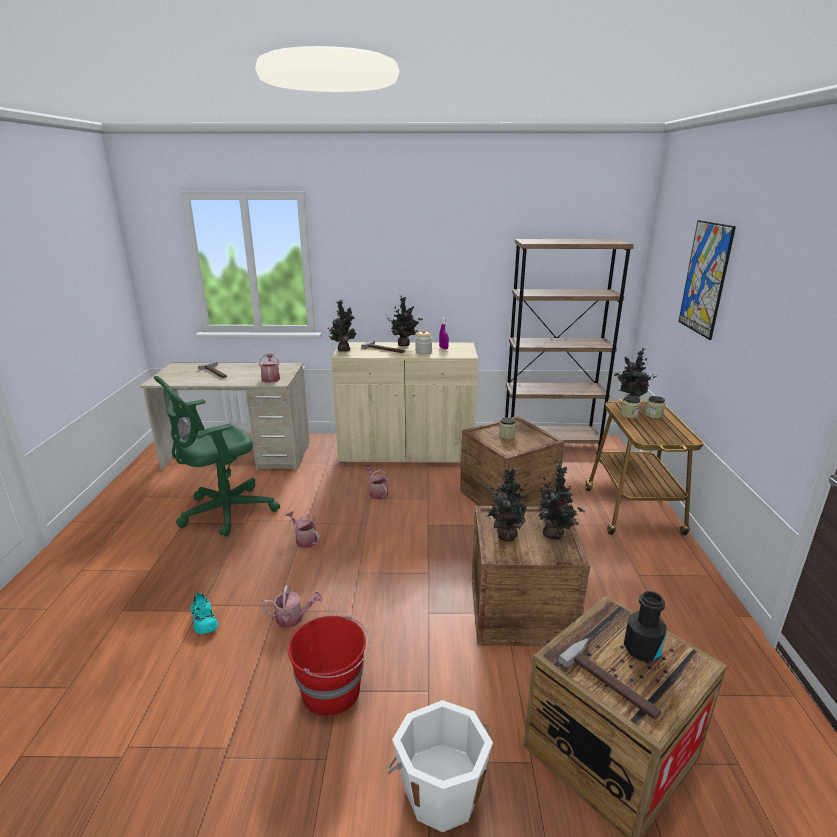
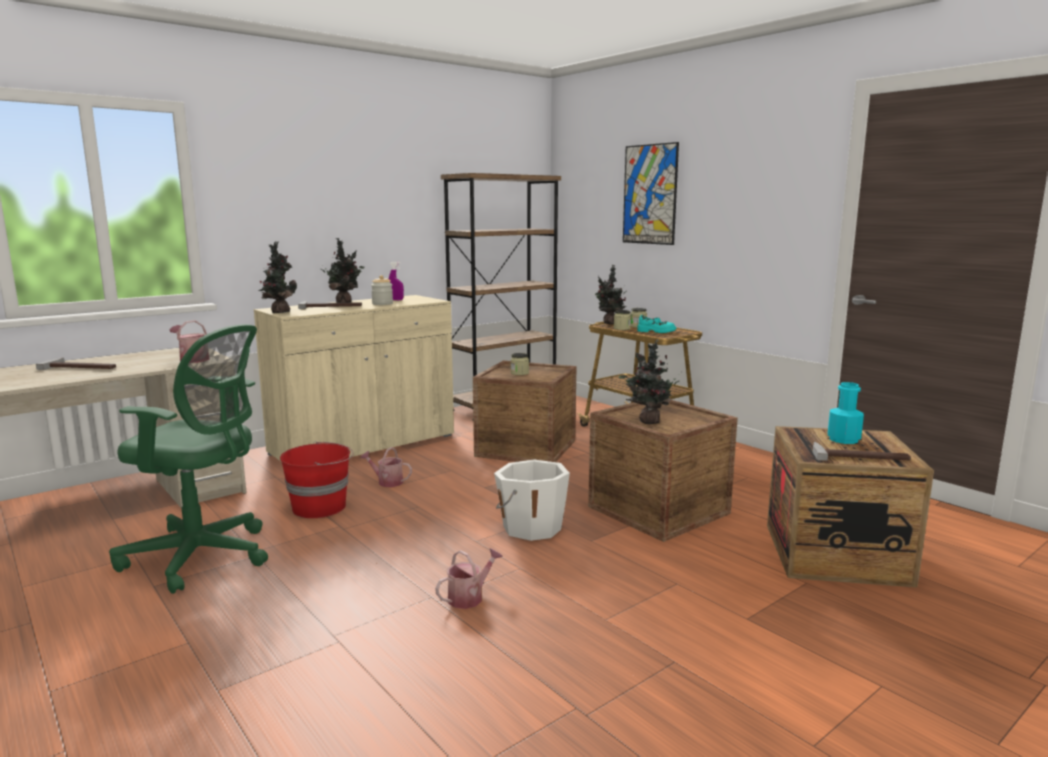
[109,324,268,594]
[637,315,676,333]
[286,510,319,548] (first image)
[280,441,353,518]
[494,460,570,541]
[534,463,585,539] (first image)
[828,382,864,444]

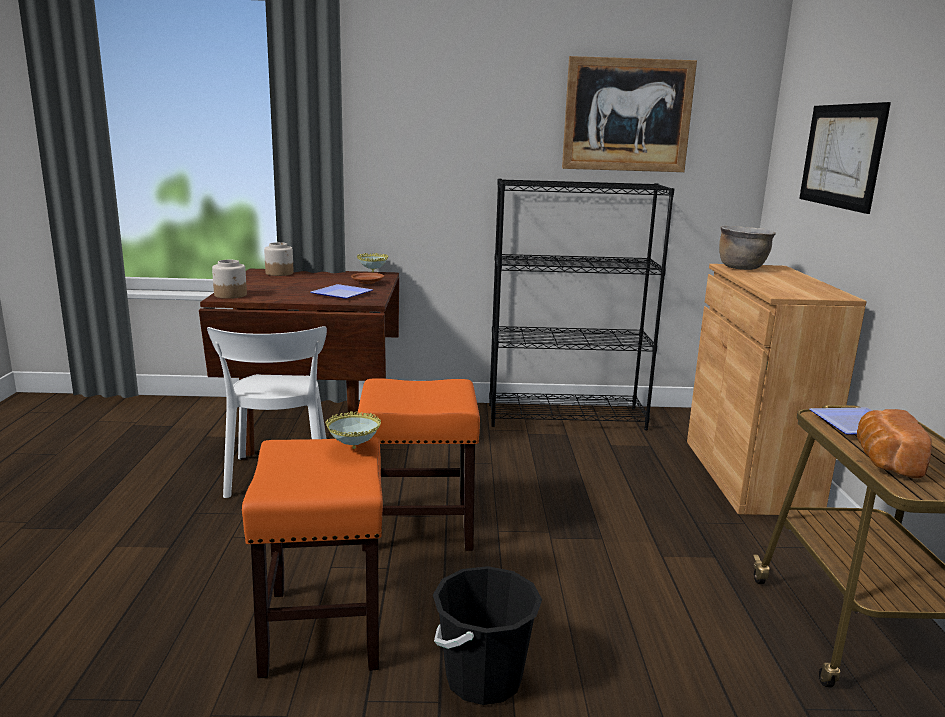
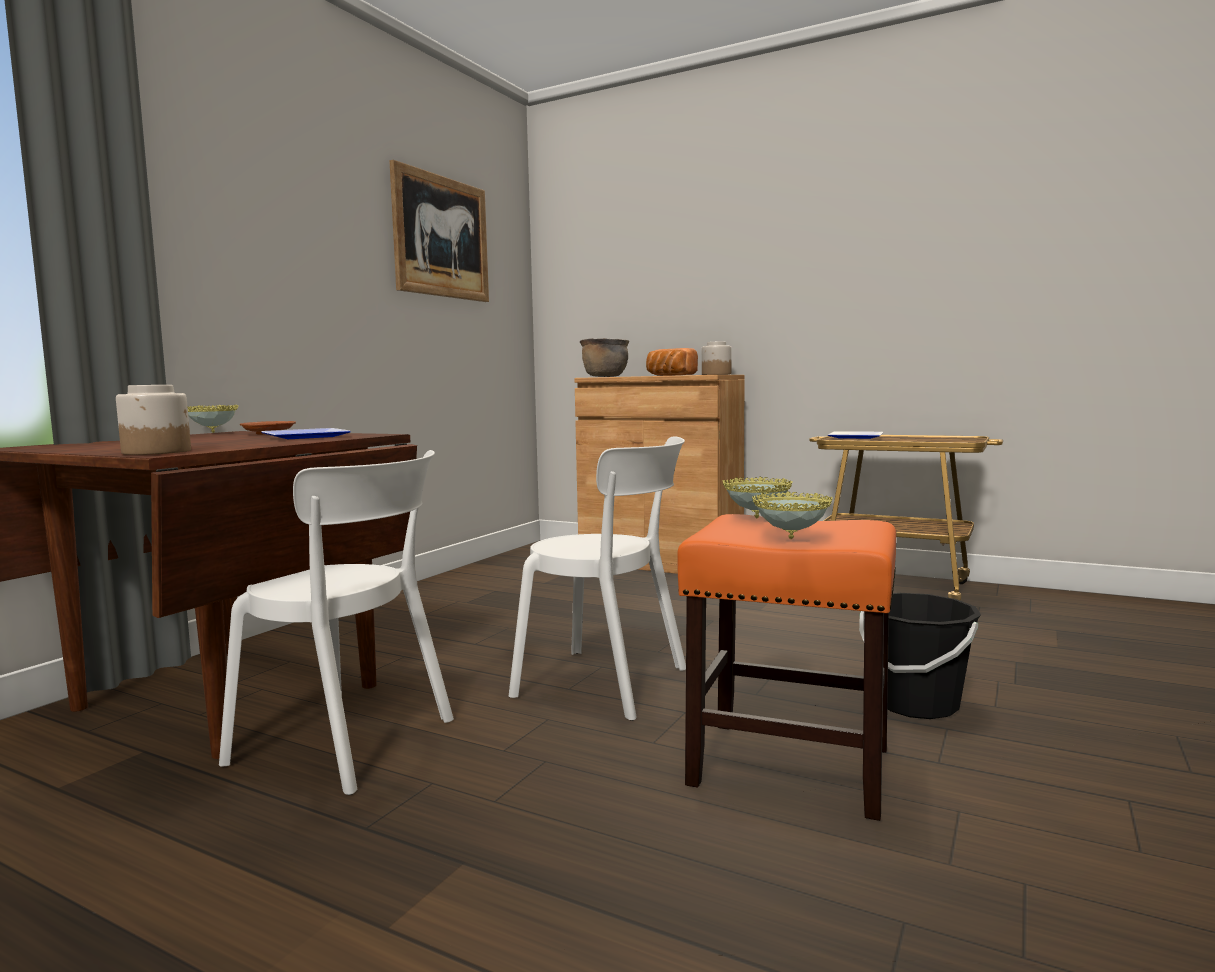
[702,342,731,375]
[509,436,686,721]
[489,179,675,430] (first image)
[799,102,891,214] (first image)
[646,348,698,376]
[752,491,833,539]

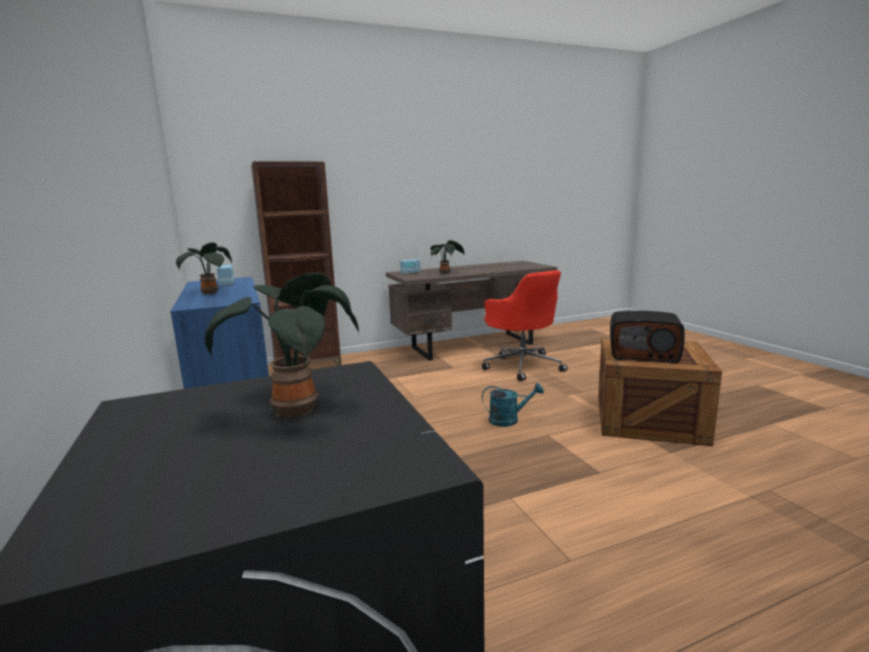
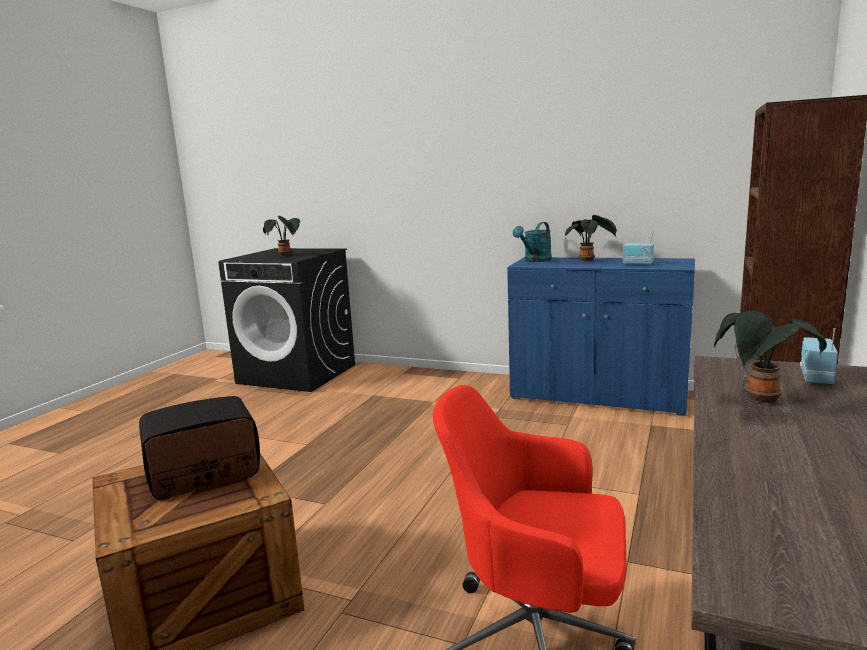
[513,222,552,262]

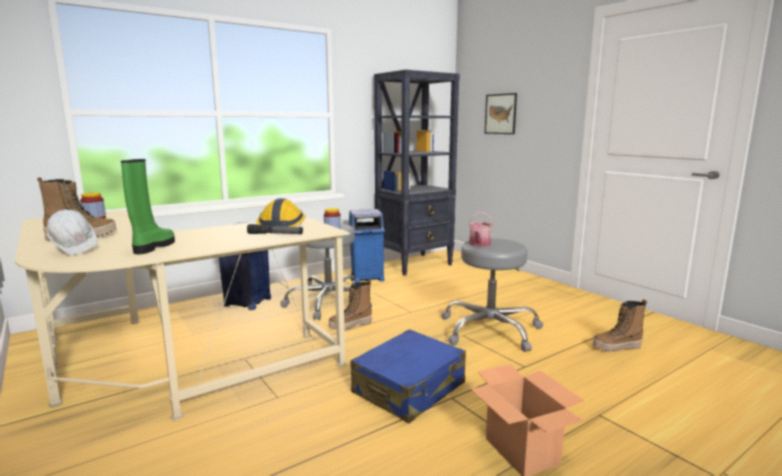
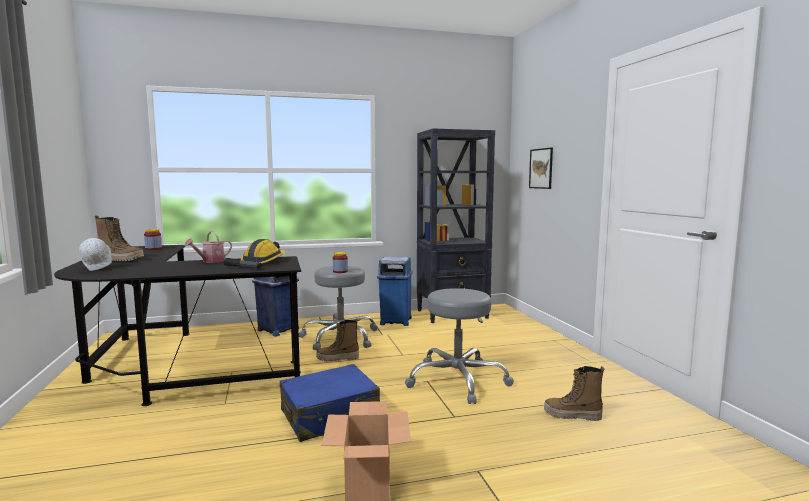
[54,245,301,406]
[121,159,175,254] (first image)
[184,231,232,263]

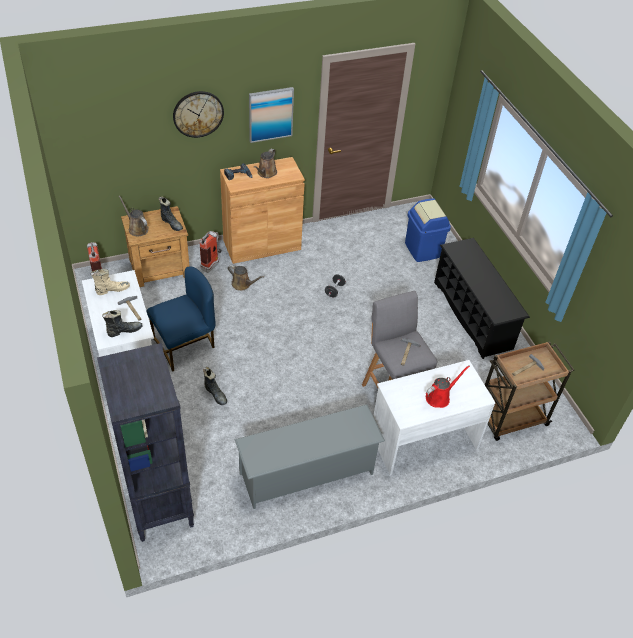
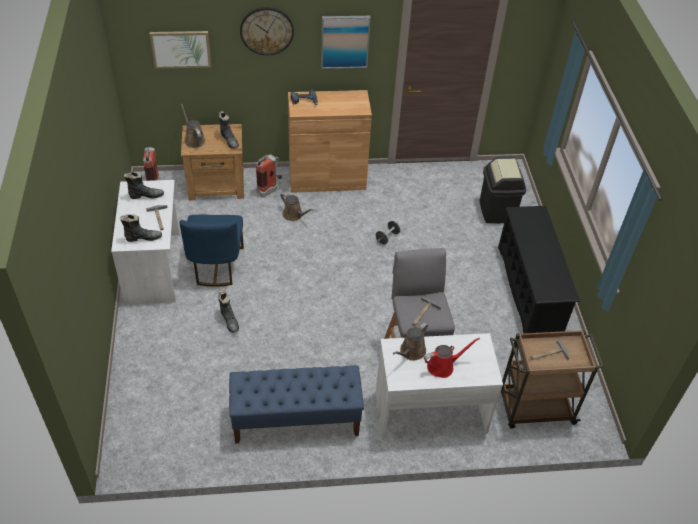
[124,172,164,199]
[97,343,194,542] (first image)
[179,215,244,287]
[229,365,364,444]
[393,323,428,361]
[480,157,526,223]
[150,31,211,69]

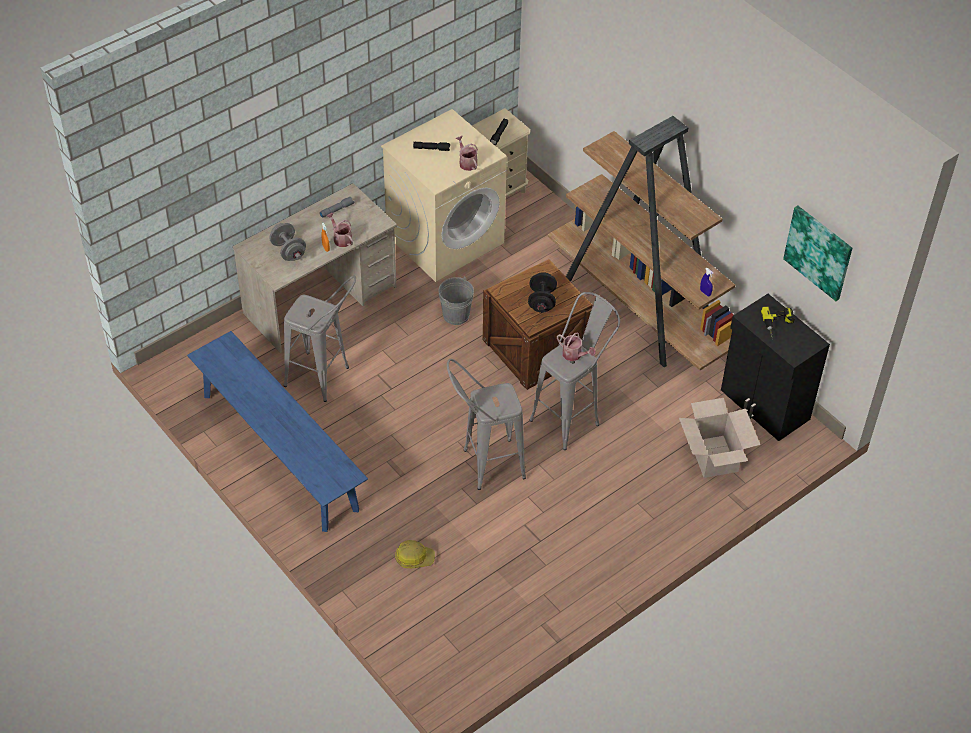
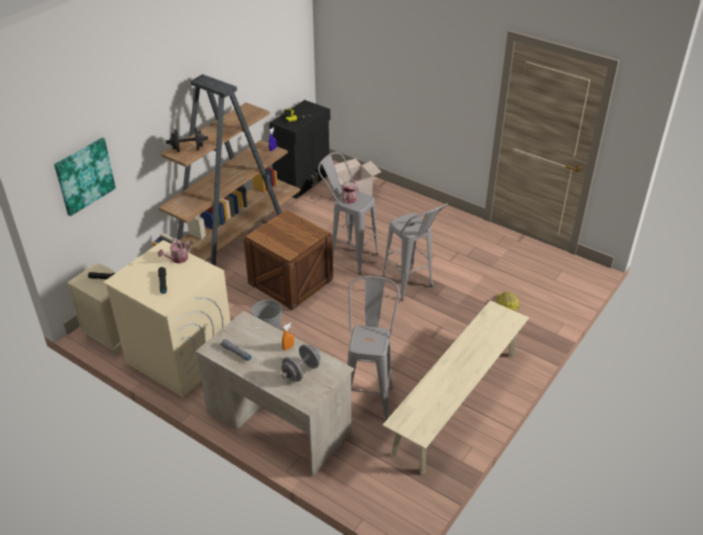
[383,300,529,474]
[327,212,353,247] (first image)
[166,128,208,152]
[54,138,116,216]

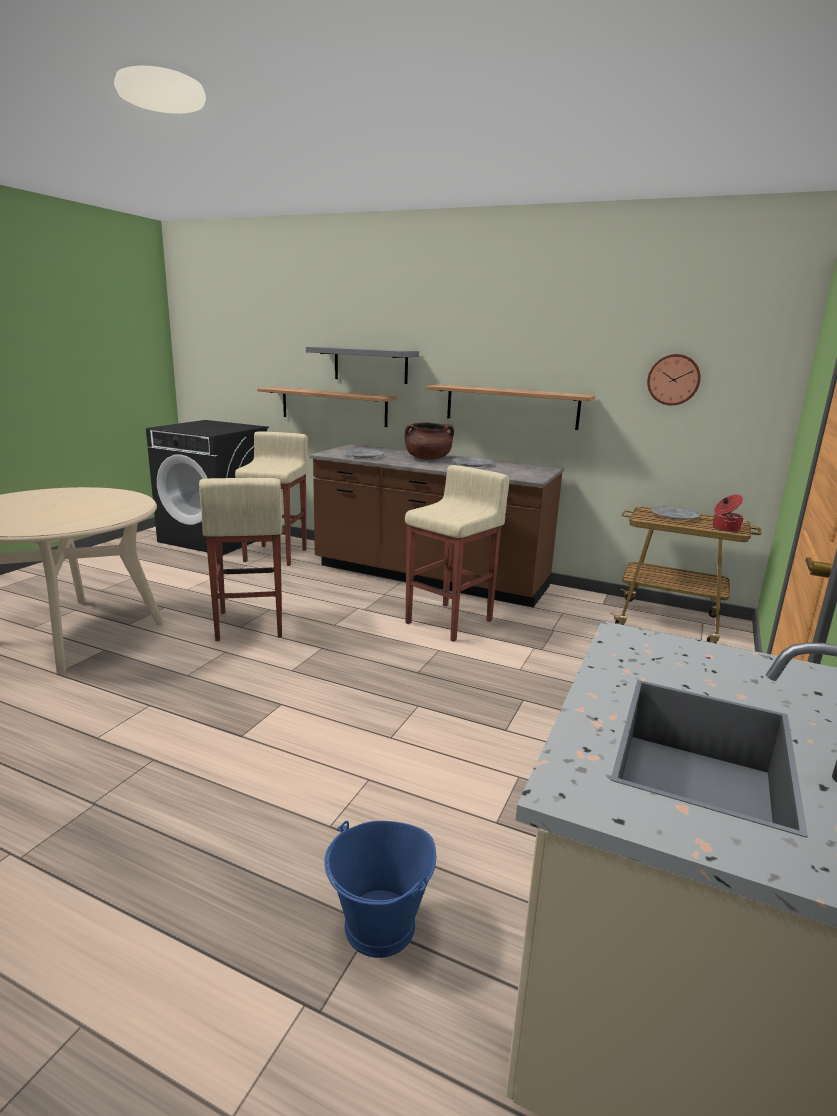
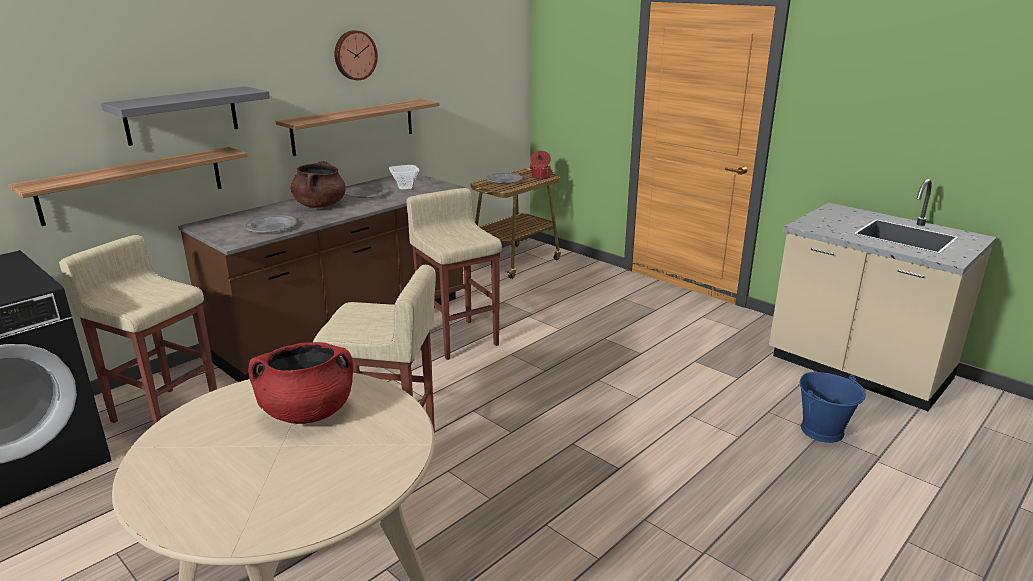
[334,30,378,80]
[248,342,353,424]
[389,165,419,191]

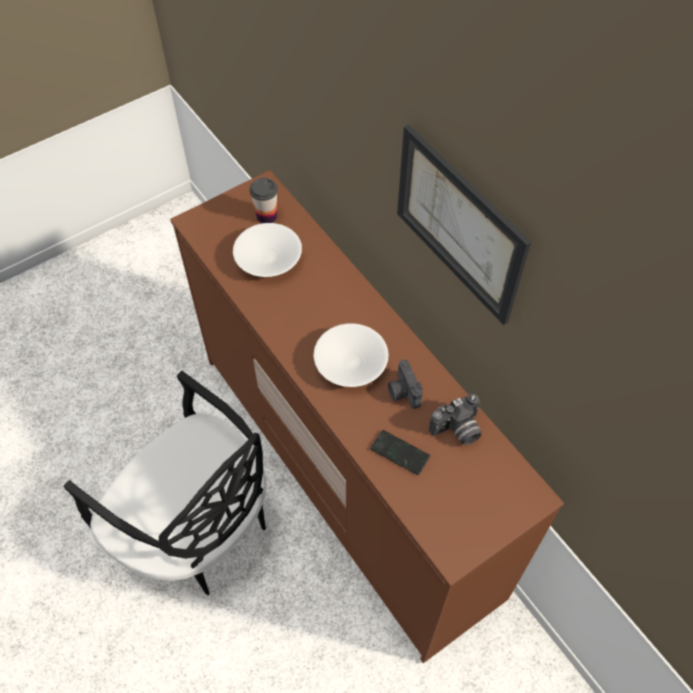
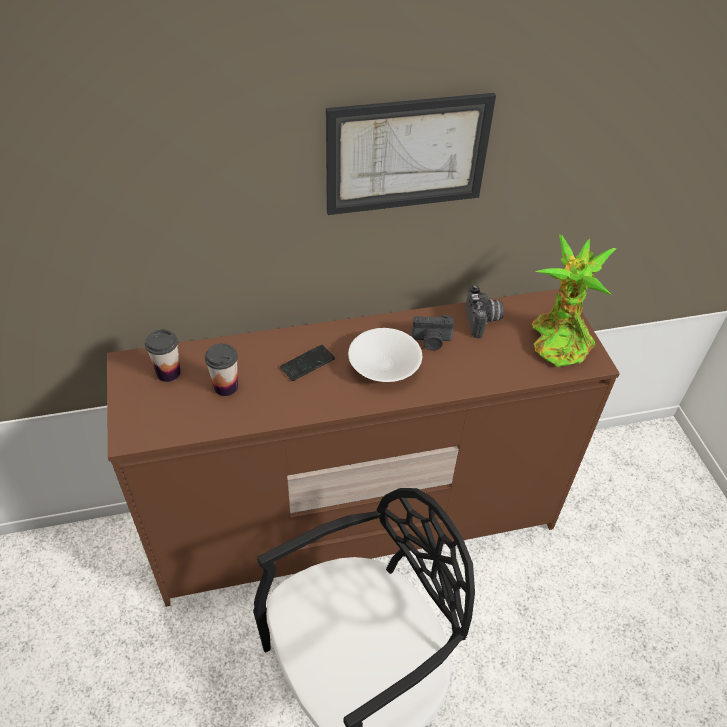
[205,343,238,396]
[280,345,335,381]
[532,235,617,367]

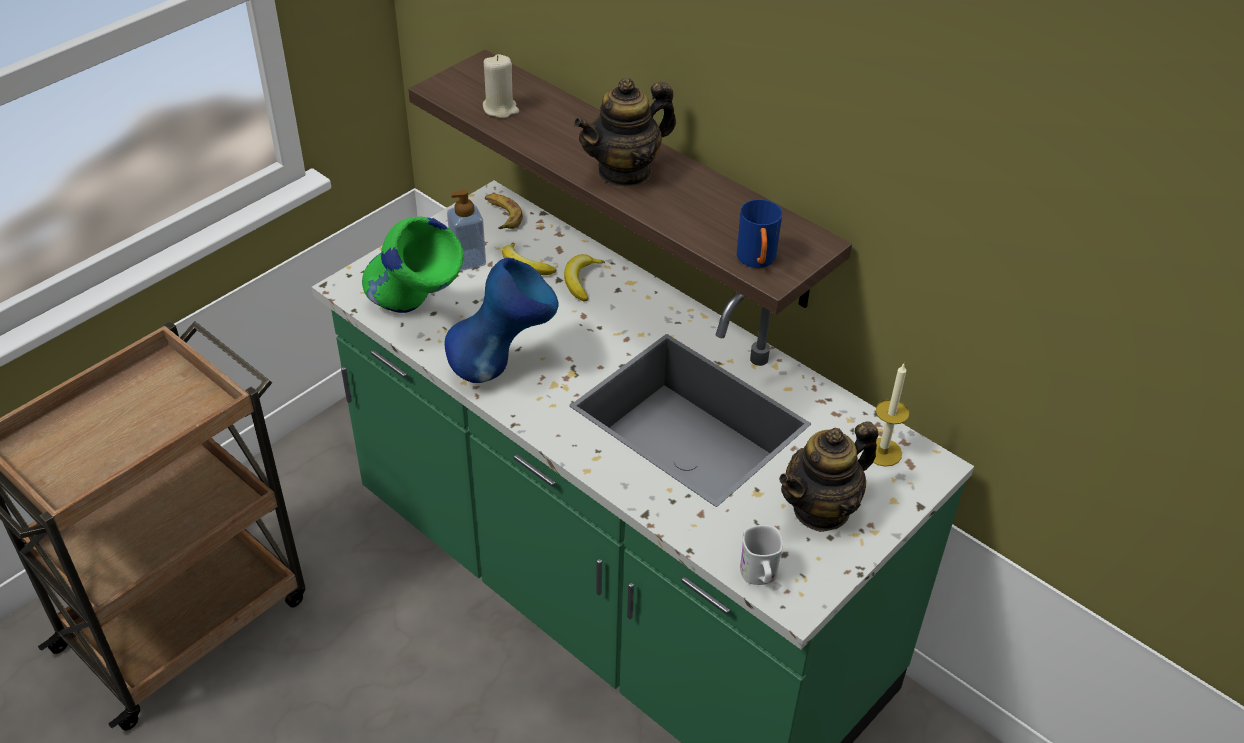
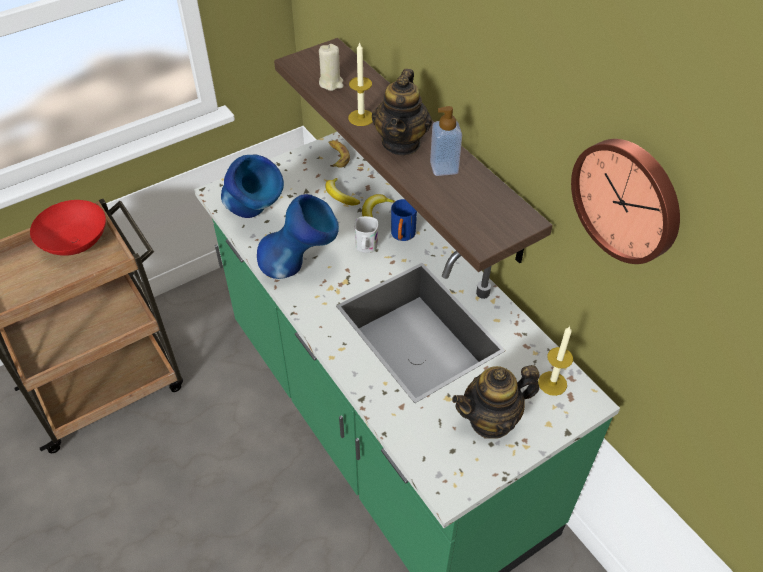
[221,155,284,218]
[430,106,462,176]
[372,69,432,156]
[391,199,417,241]
[354,216,378,253]
[30,200,106,256]
[348,42,373,126]
[571,139,680,264]

